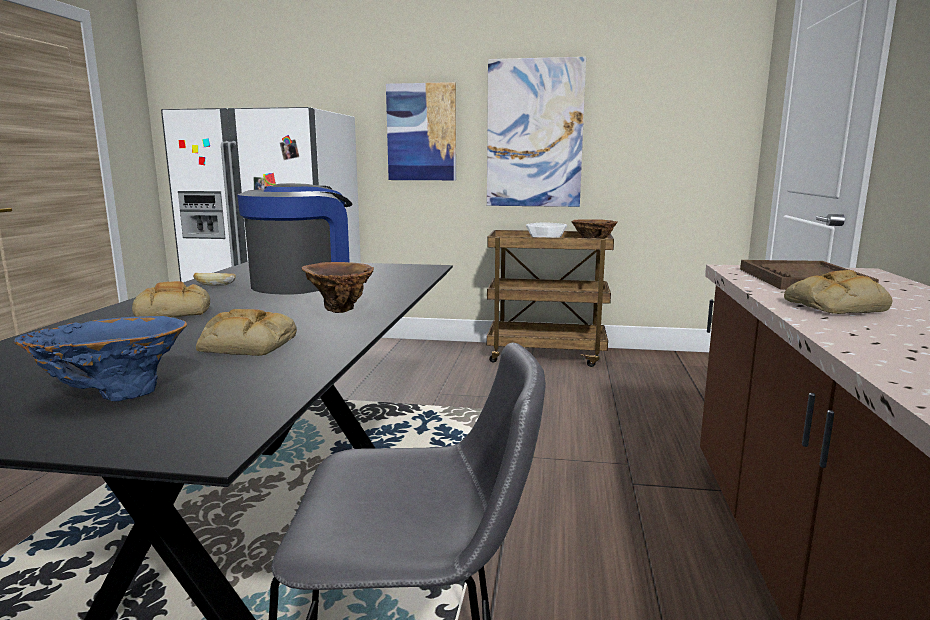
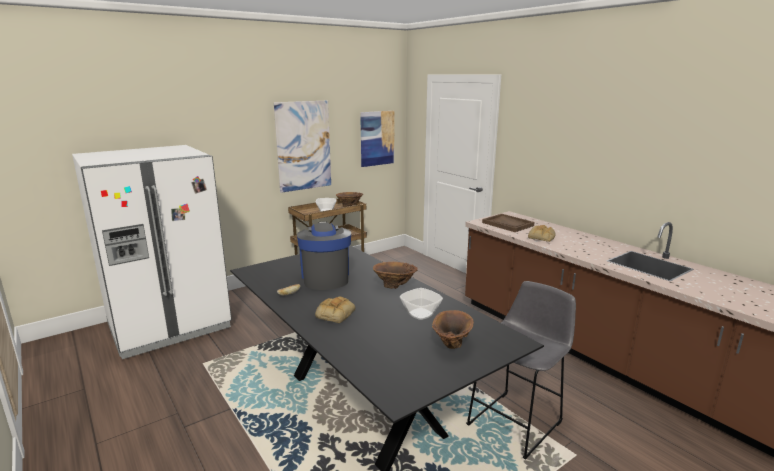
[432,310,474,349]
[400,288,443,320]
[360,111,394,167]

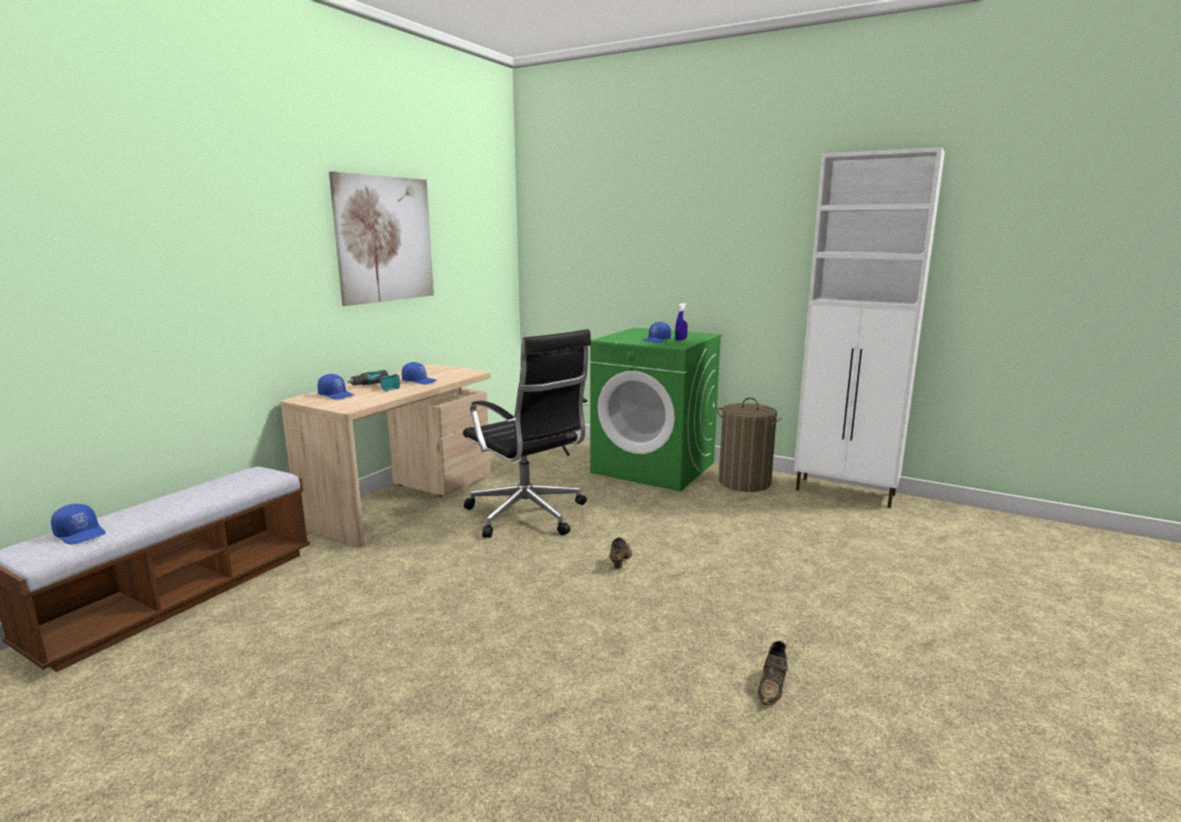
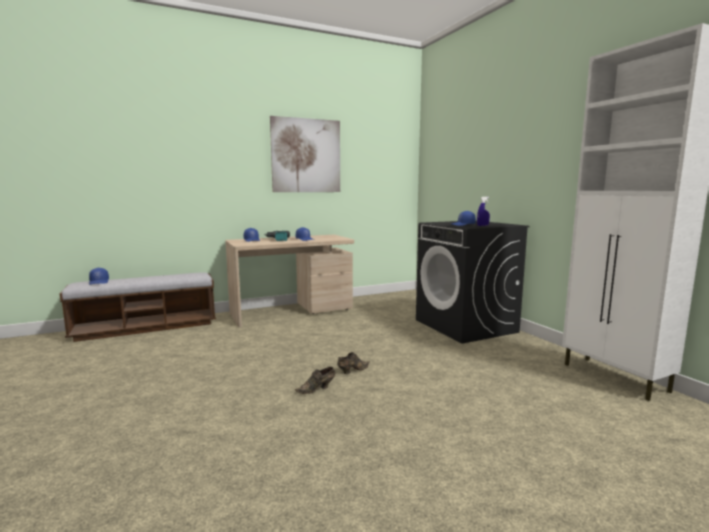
[463,329,591,538] (first image)
[416,221,530,344]
[717,397,782,492] (first image)
[295,367,335,394]

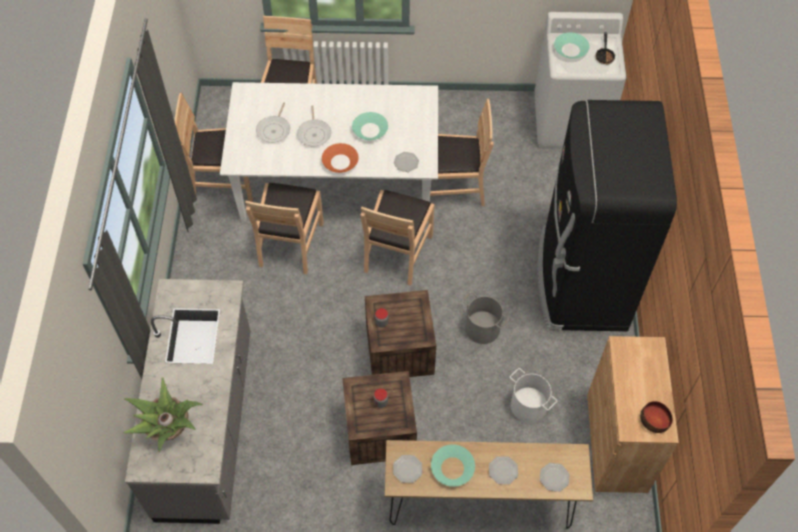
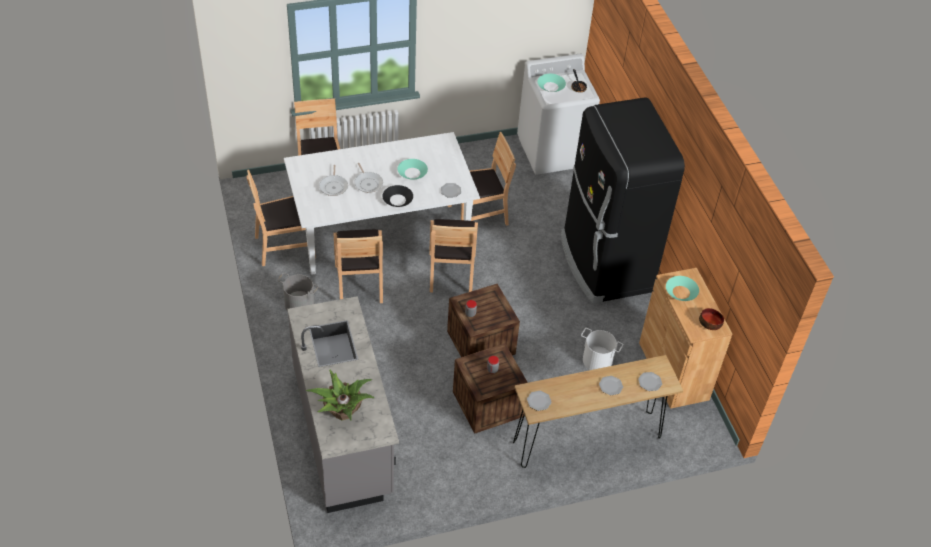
[382,185,413,207]
[666,276,699,301]
[277,273,319,311]

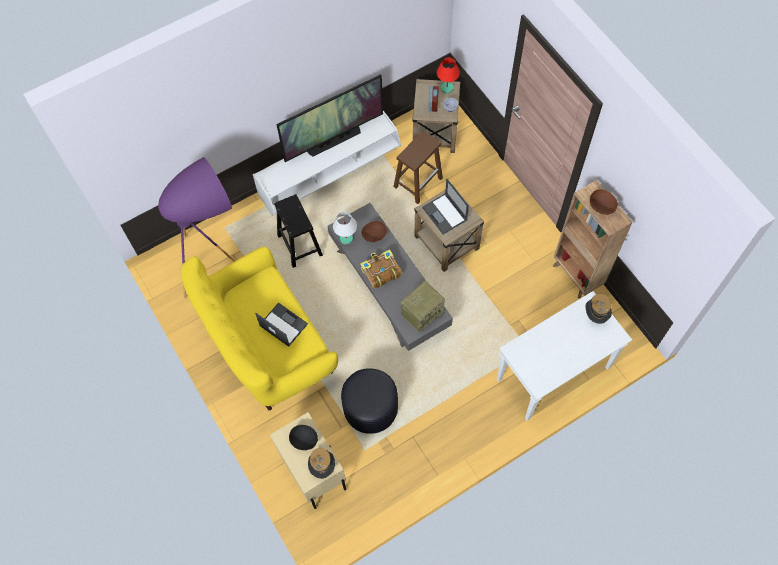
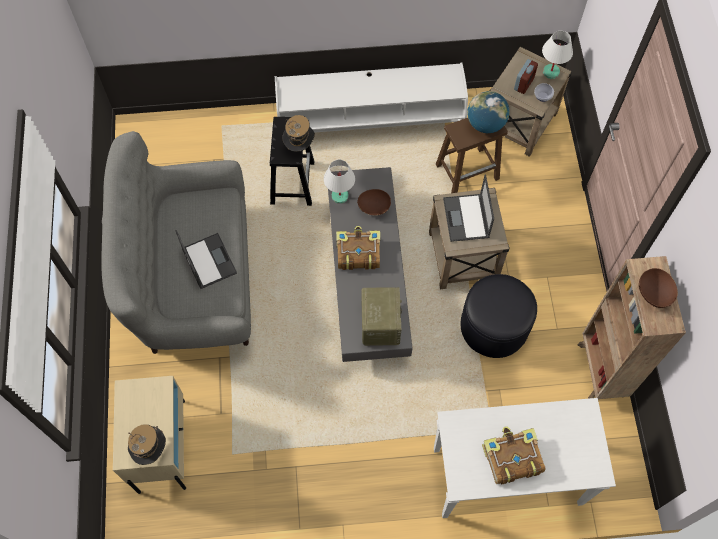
[158,157,235,298] (first image)
[101,131,251,354]
[276,74,383,162] (first image)
[289,425,318,450] (first image)
[461,274,537,358]
[362,287,402,346]
[542,31,573,79]
[282,115,315,152]
[467,91,510,133]
[482,426,546,485]

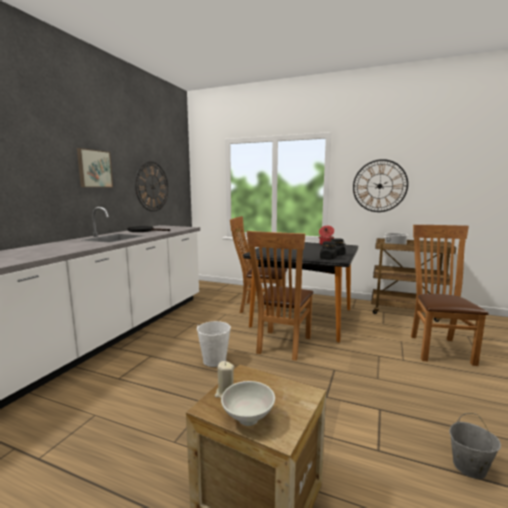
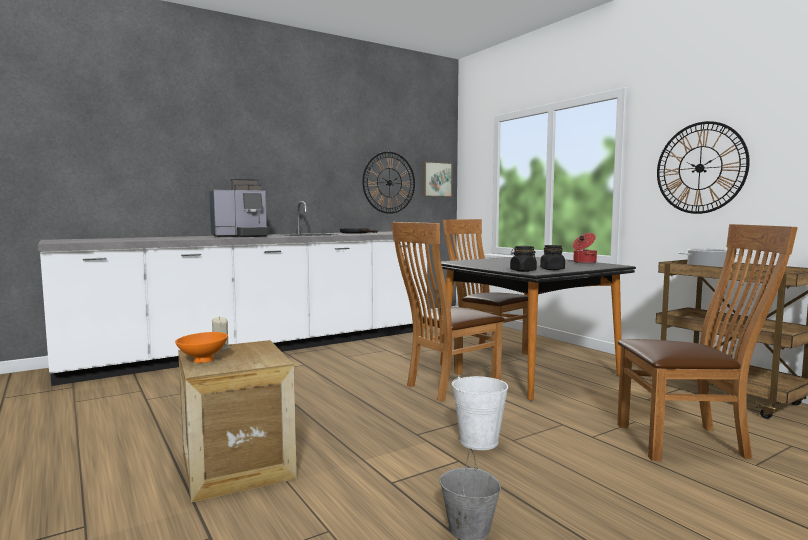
[423,161,453,197]
[452,375,508,450]
[175,332,228,363]
[617,224,798,461]
[209,178,270,237]

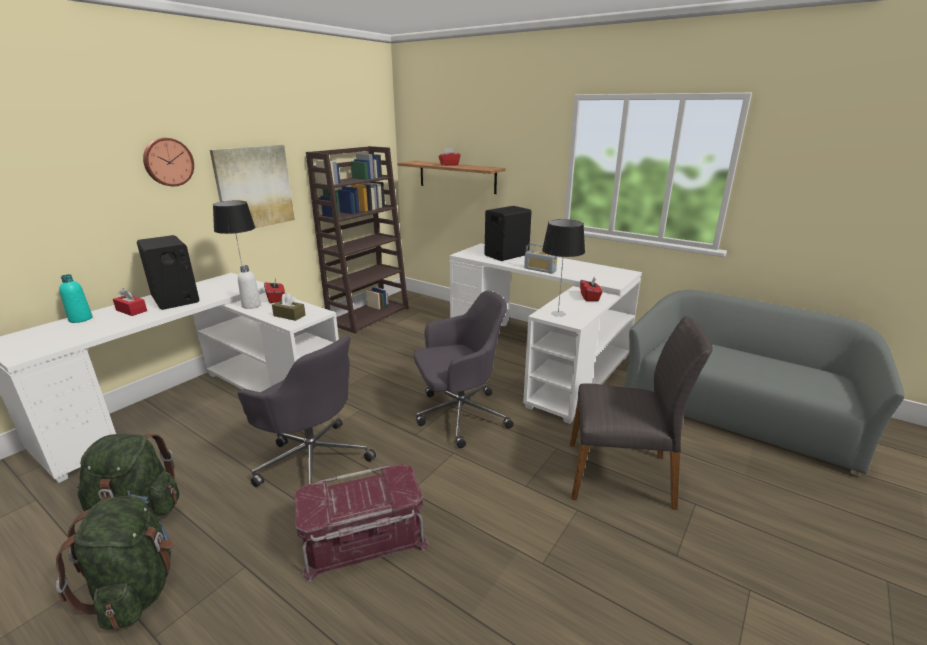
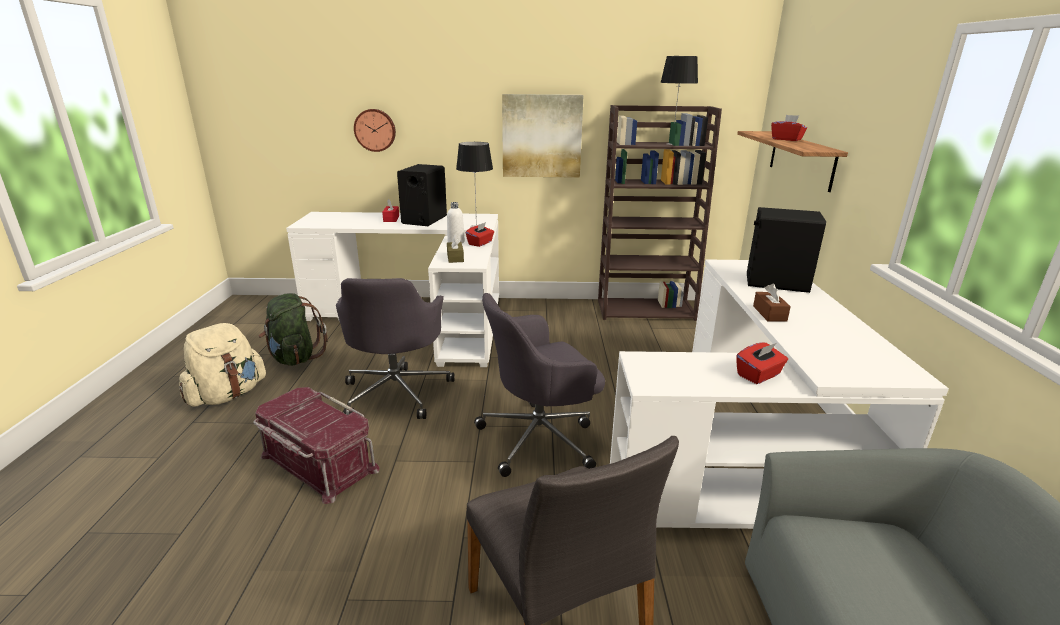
[179,323,266,407]
[59,274,92,323] (first image)
[354,109,396,152]
[474,293,605,477]
[753,284,791,322]
[660,56,698,145]

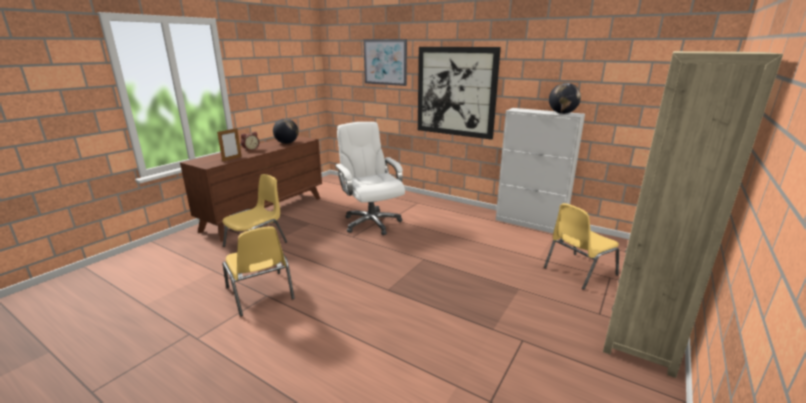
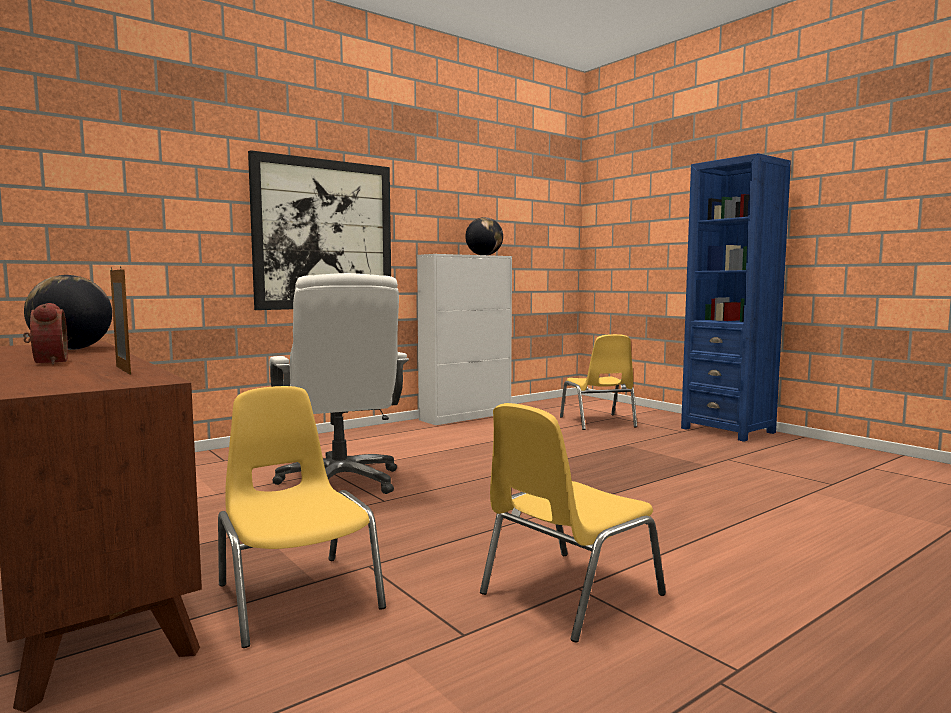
[480,403,666,643]
[269,273,409,494]
[363,39,407,86] (first image)
[681,153,791,442]

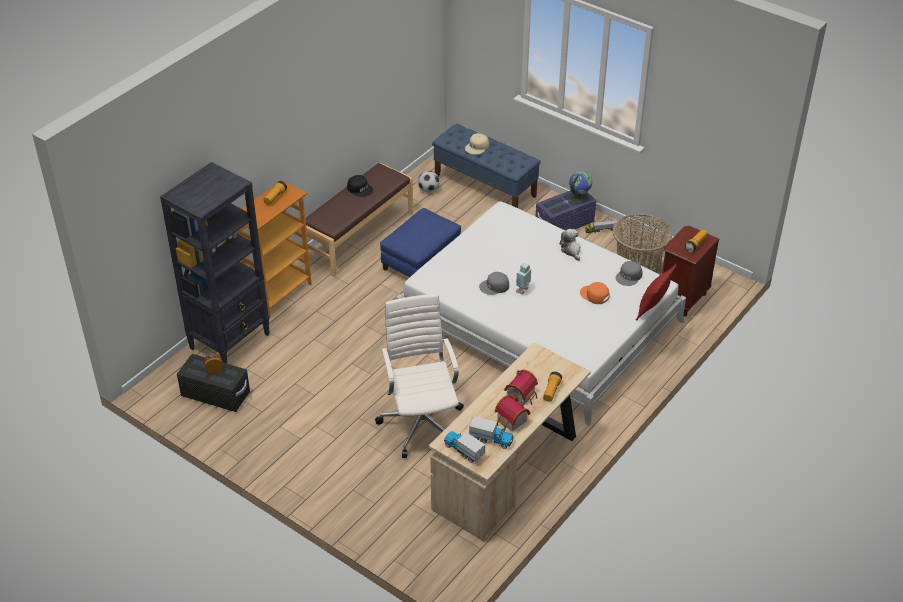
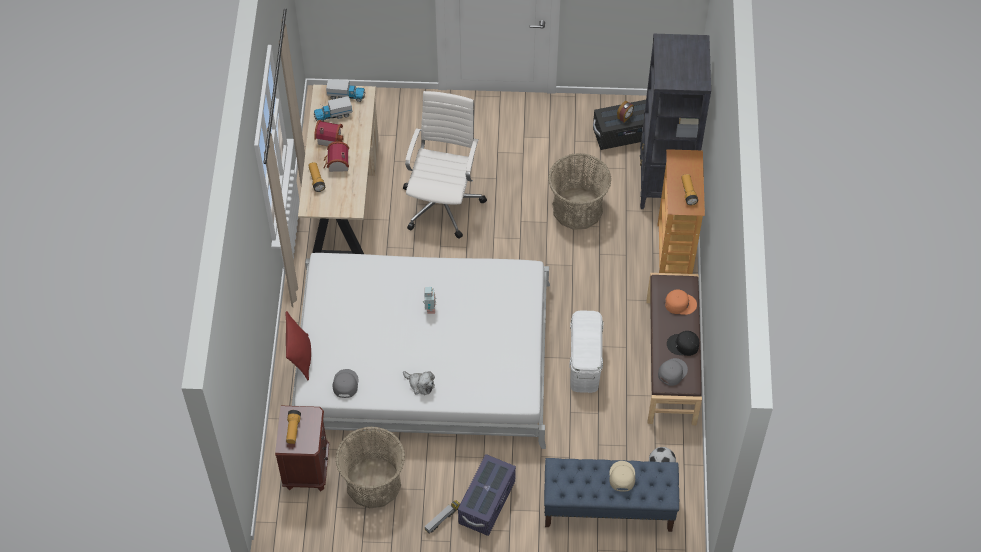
[403,91,487,239]
[570,310,603,393]
[658,358,688,386]
[569,171,592,204] (first image)
[665,289,697,315]
[548,153,611,230]

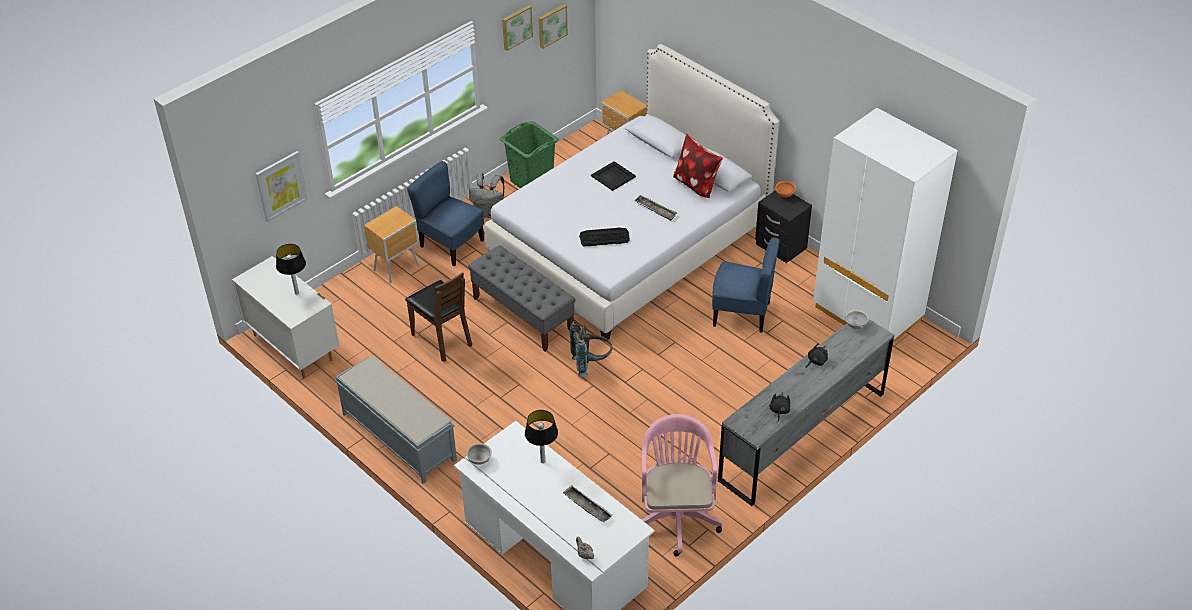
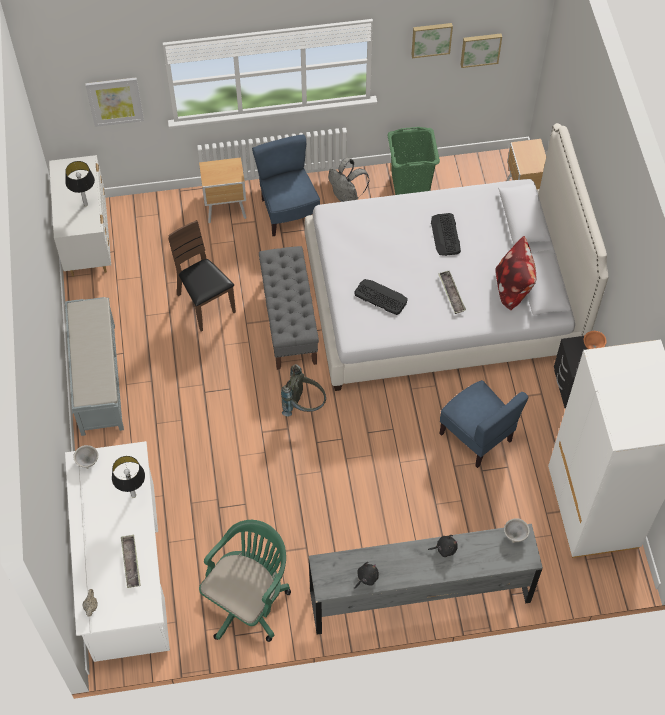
[168,220,236,332]
[431,213,461,256]
[199,520,291,642]

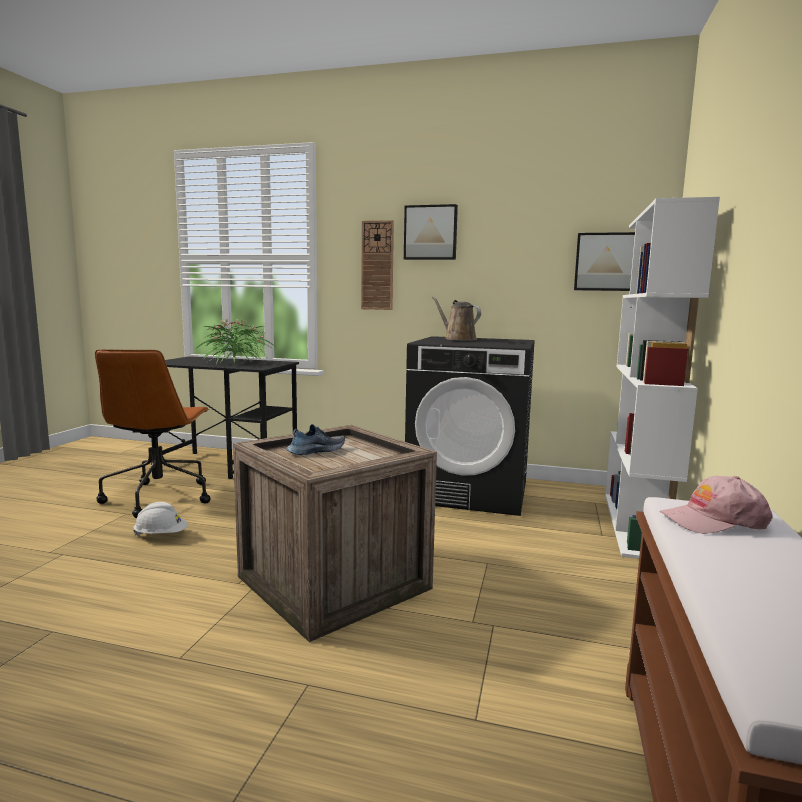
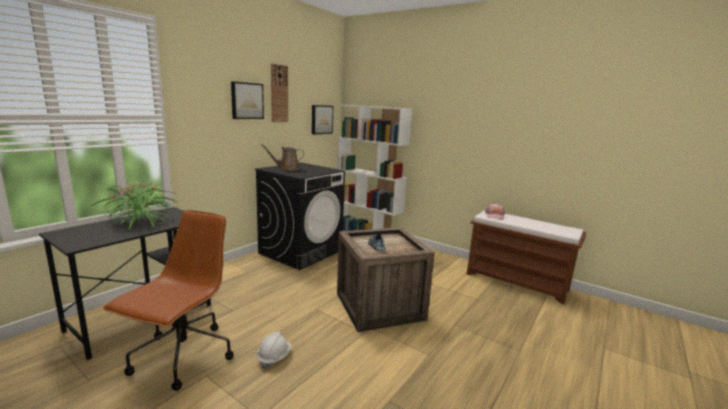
[103,210,233,391]
[271,64,288,122]

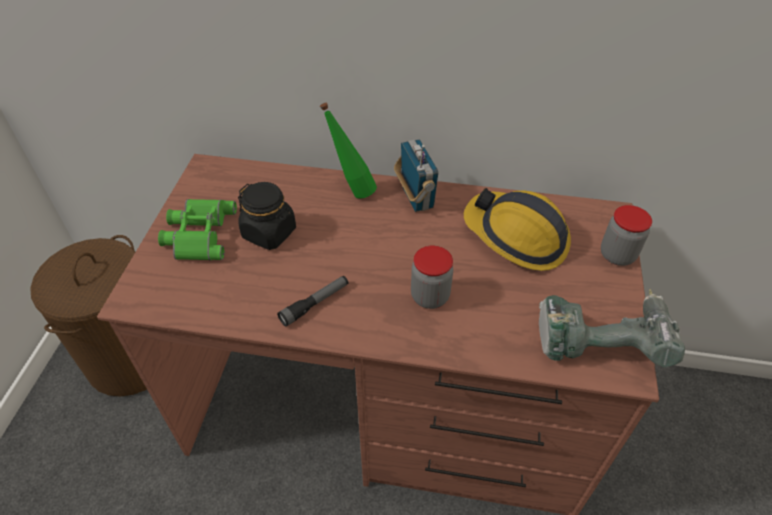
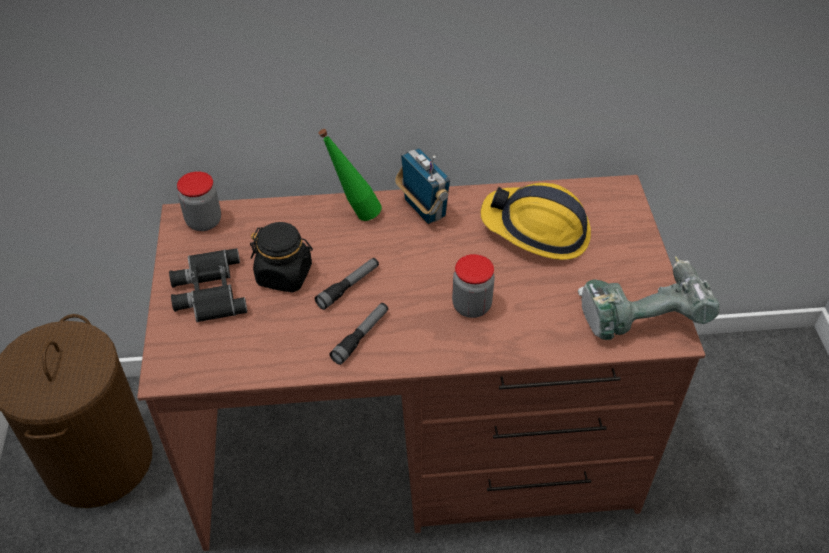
[169,248,247,322]
[177,171,221,231]
[315,258,379,310]

